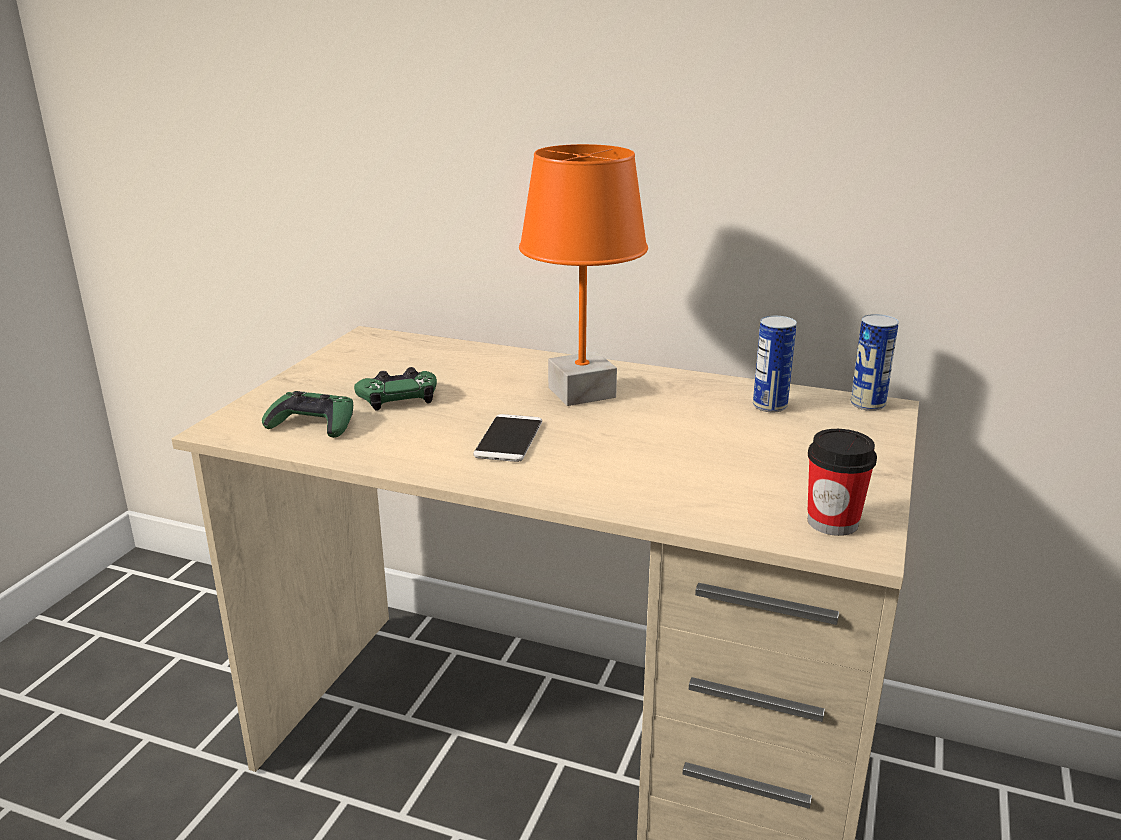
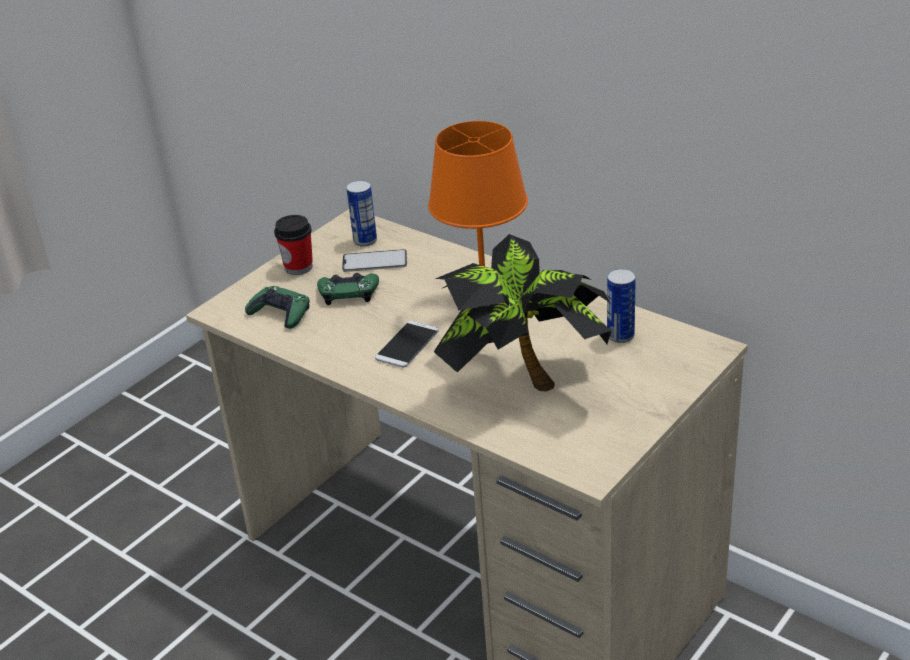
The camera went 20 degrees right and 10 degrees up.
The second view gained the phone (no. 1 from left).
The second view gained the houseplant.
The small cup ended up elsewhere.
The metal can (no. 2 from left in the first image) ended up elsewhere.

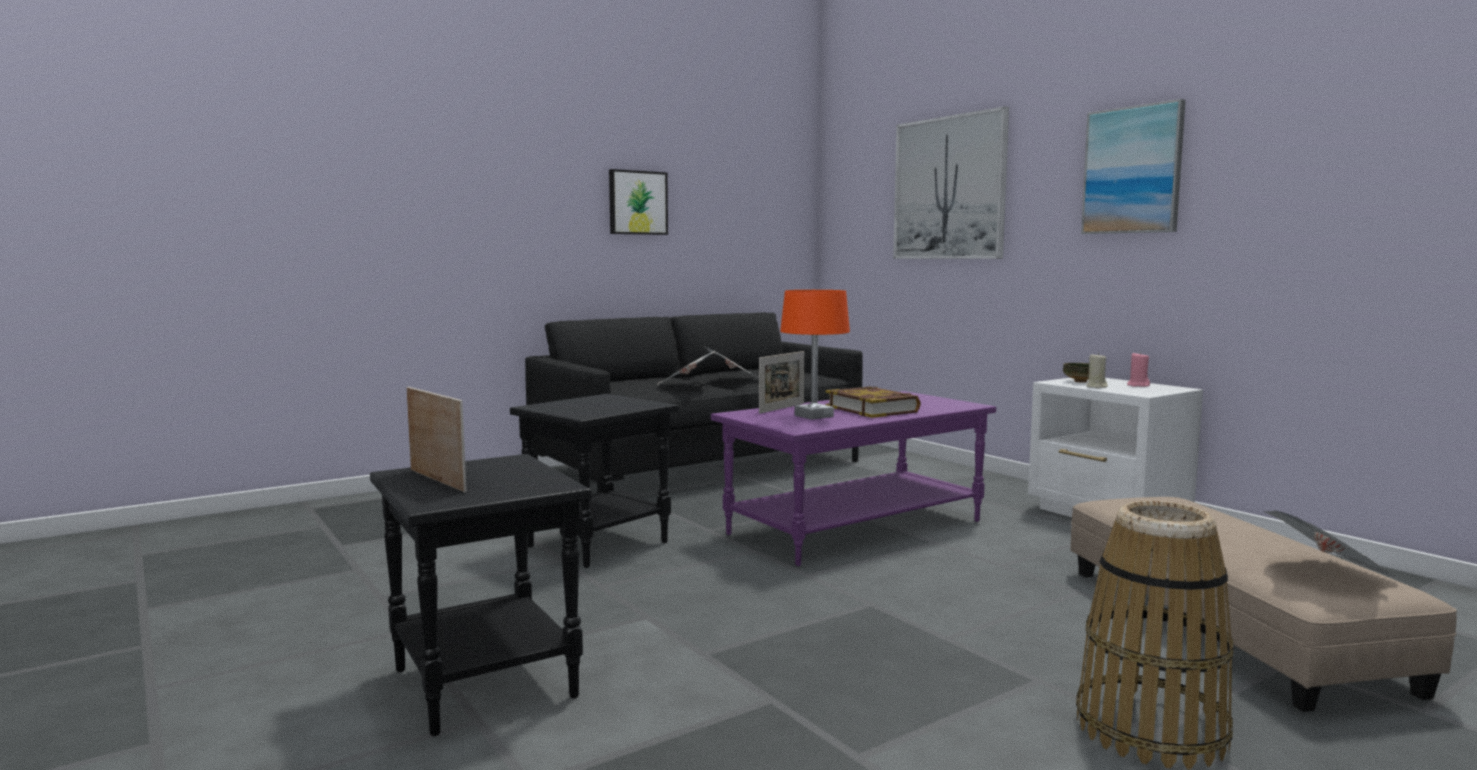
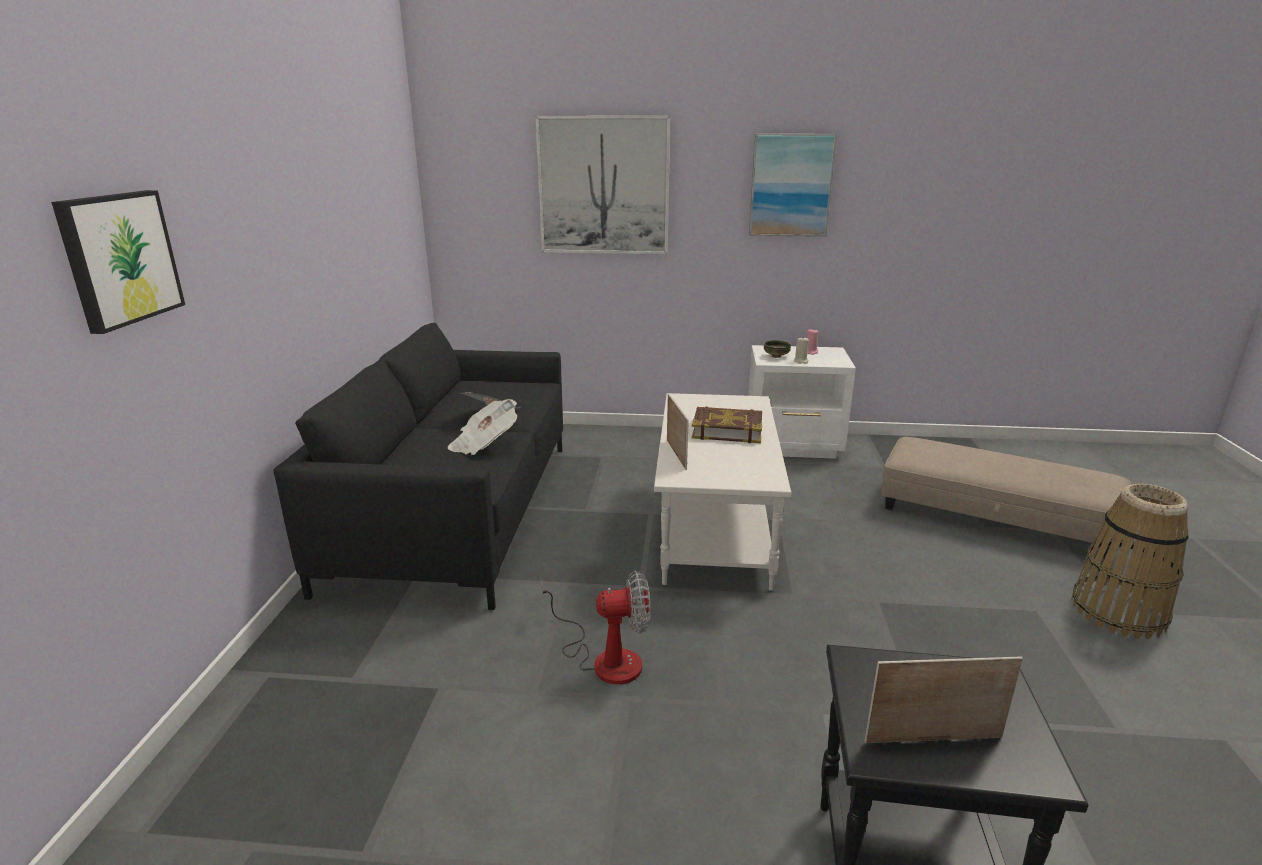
The camera went 50 degrees left and 15 degrees up.
The second view lost the lamp for a table in orange.
The second view lost the printed paper (no. 3 from left).
The wall art (no. 1 from left) ended up elsewhere.
Where the accent table in black-coloured (no. 2 from left) stood, the cooling fan came to stand.
What was the low table in purple turned into the low table in white-coloured.

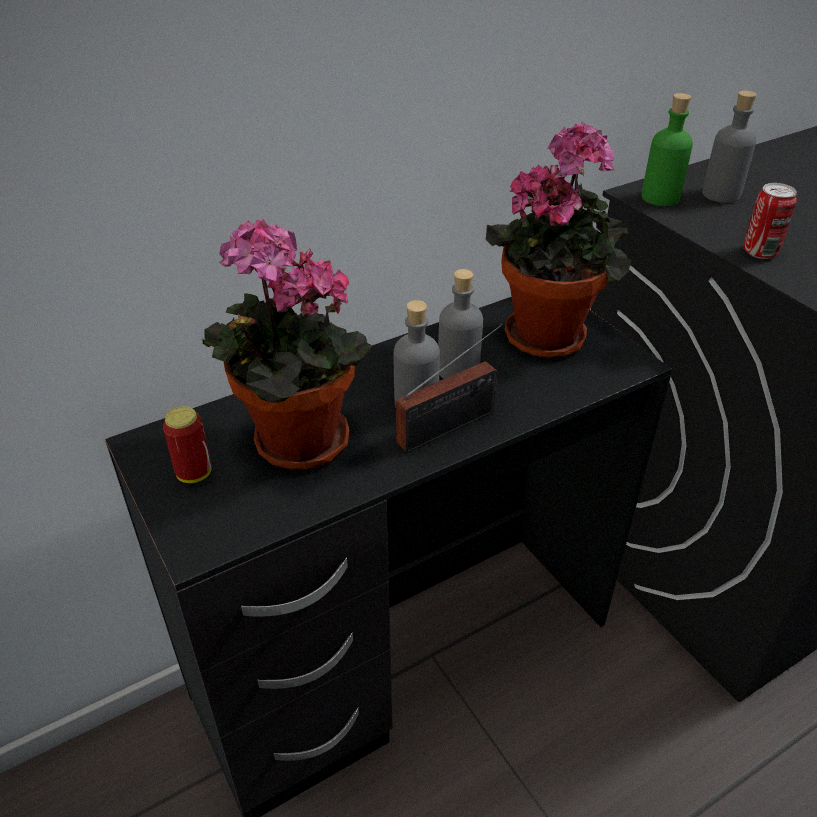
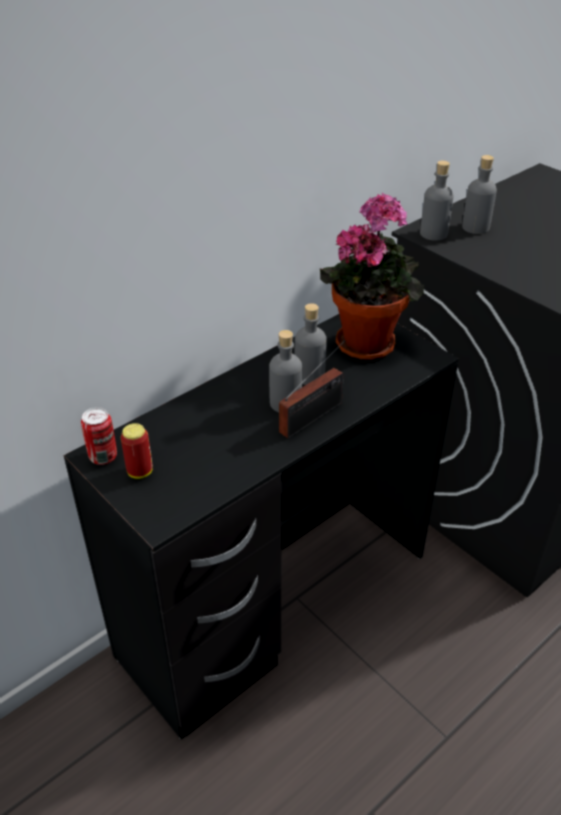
The camera went 10 degrees left and 0 degrees up.
The second view lost the houseplant (no. 1 from left).
The metal can (no. 2 from left in the first image) ended up elsewhere.
What was the beverage bottle in green turned into the beverage bottle in gray (no. 3 from left).

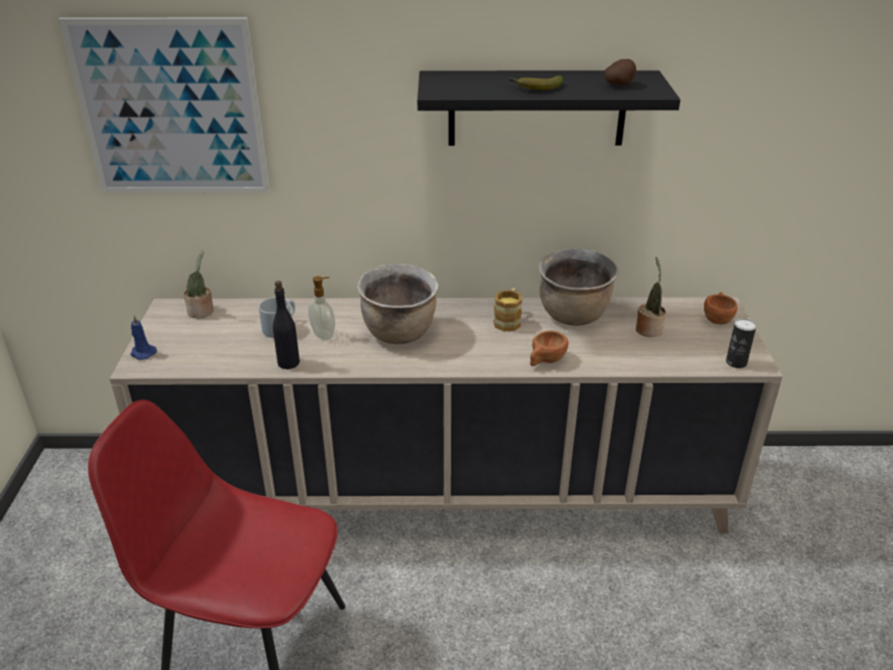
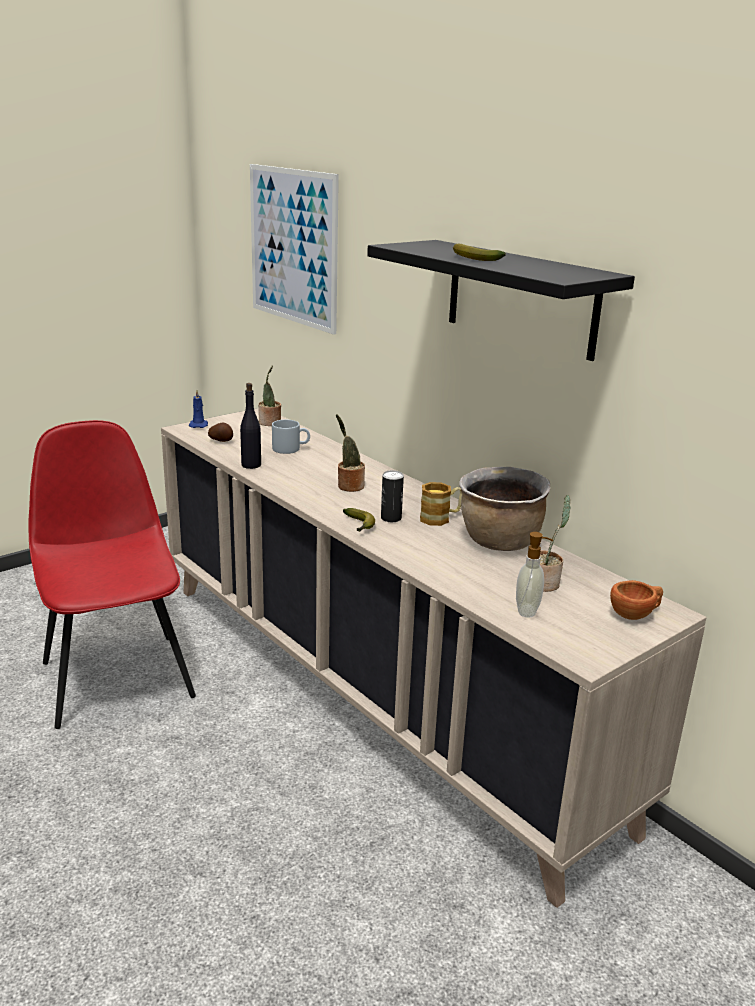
The camera went 50 degrees right and 10 degrees down.
The second view lost the small cup in brown-coloured (no. 1 from left).
The second view gained the banana fruit (no. 1 from left).
The liquid soap bottle ended up elsewhere.
The whole potato ended up elsewhere.
The metal can ended up elsewhere.
Where the stockpot in brown-coloured (no. 1 from left) stood, the houseplant (no. 2 from left) came to stand.

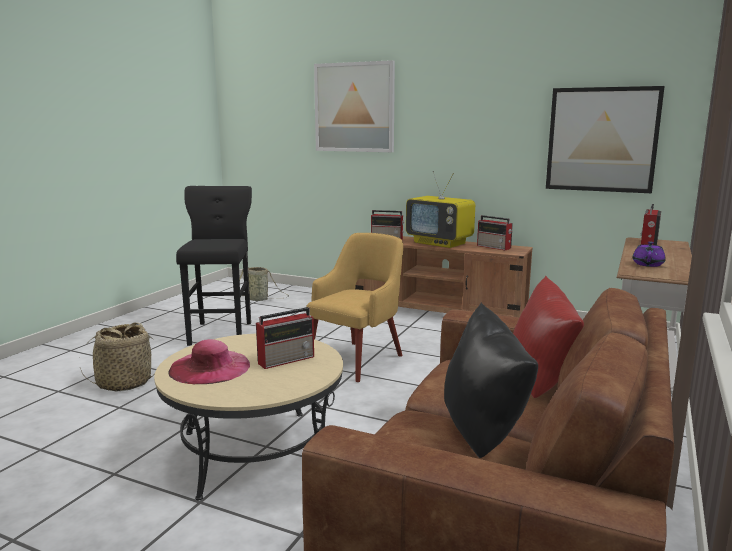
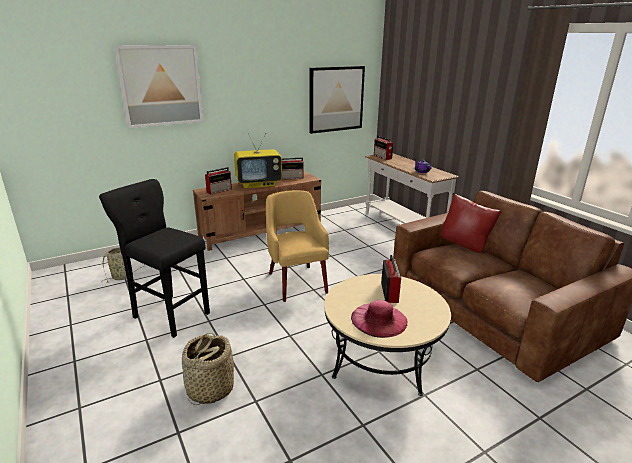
The camera went 55 degrees left and 10 degrees up.
The second view lost the cushion in black-coloured.

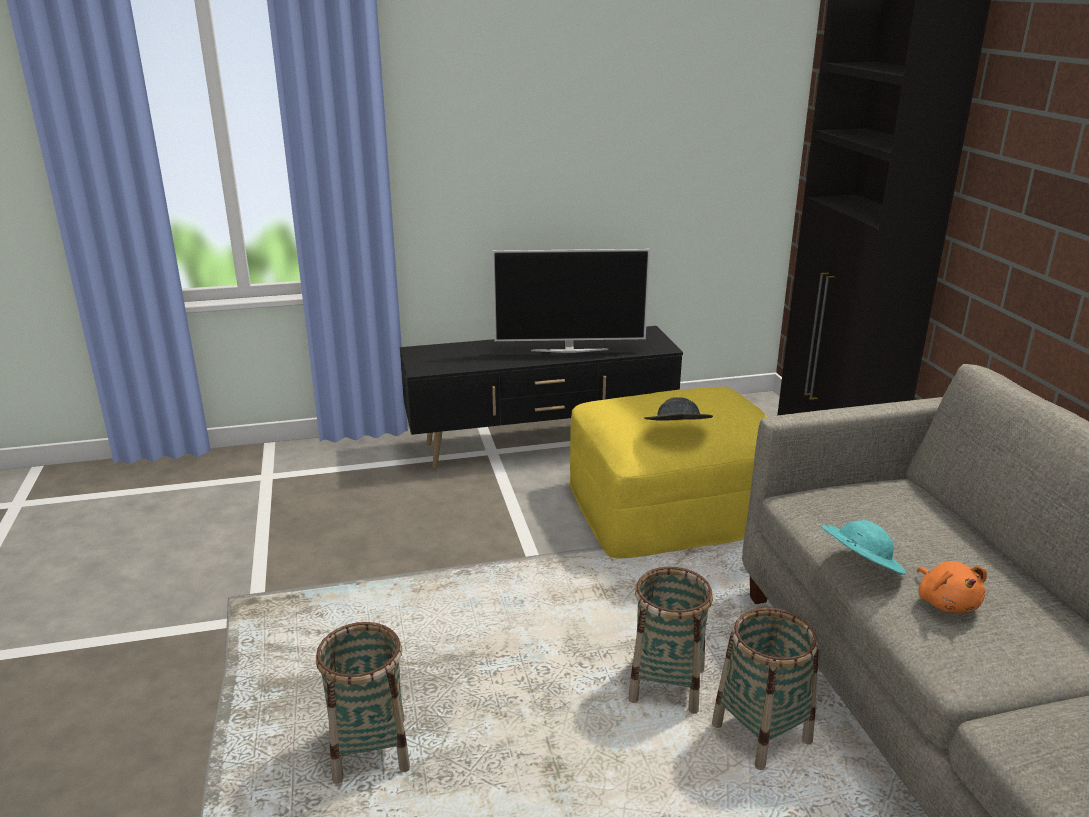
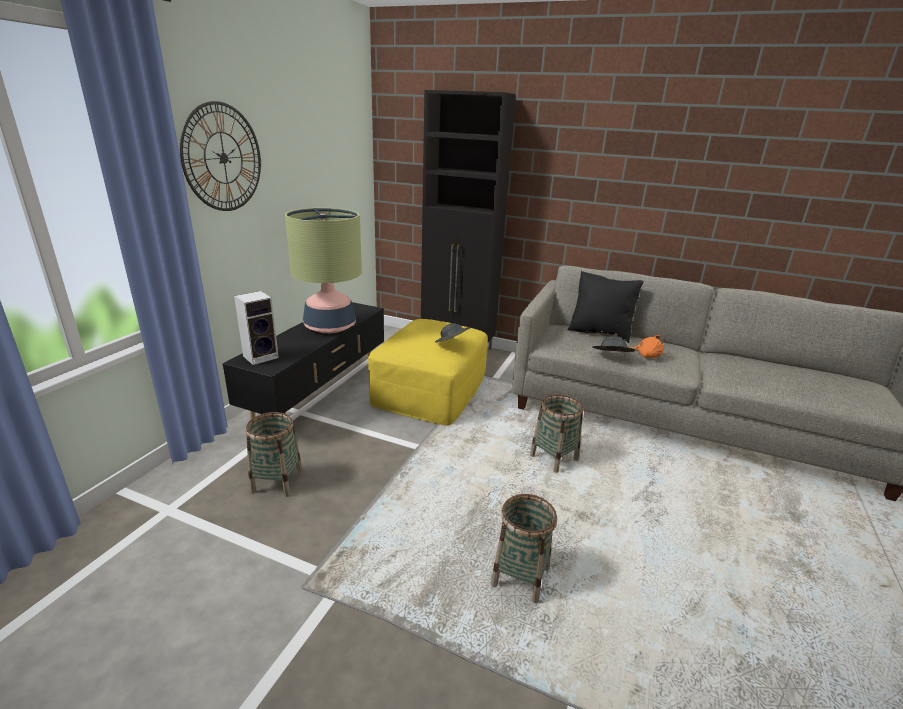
The camera went 55 degrees left and 0 degrees up.
The second view gained the wall clock.
The second view gained the loudspeaker.
The second view gained the cushion in black-coloured.
The household basket (no. 3 from left in the first image) ended up elsewhere.
Where the TV stood, the lamp for a table came to stand.
What was the wearable hat in turquoise-coloured turned into the wearable hat in gray (no. 2 from left).

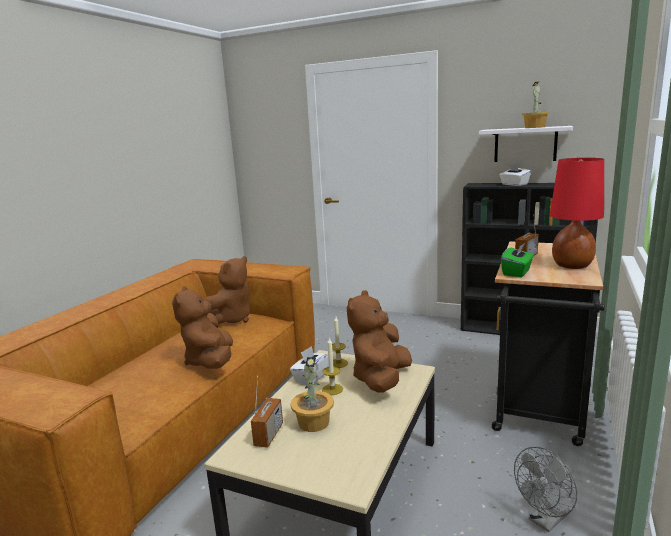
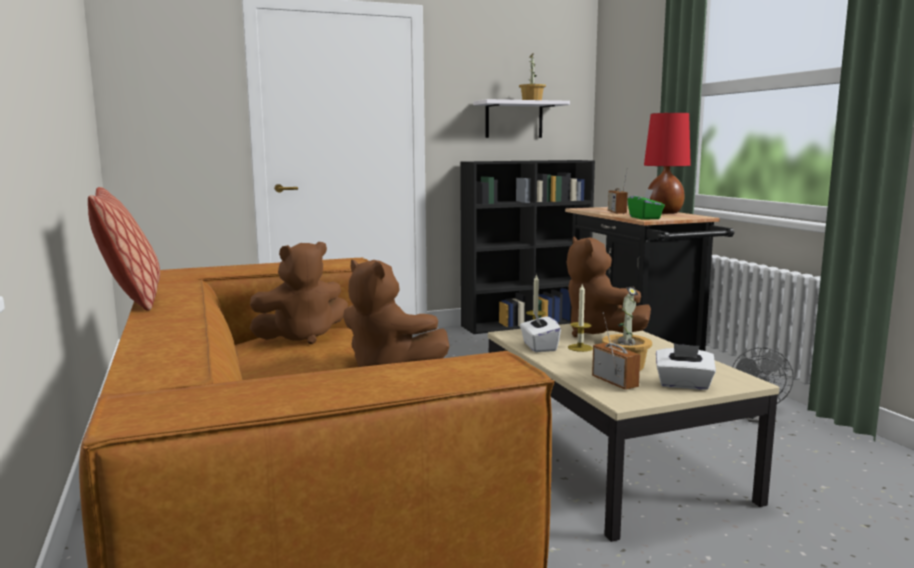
The camera went 45 degrees left and 5 degrees down.
The second view gained the cushion.
The tissue holder in white-coloured (no. 2 from left) ended up elsewhere.
The plush toy in brown-coloured (no. 2 from left in the first image) ended up facing another way, 75 degrees clockwise from before.

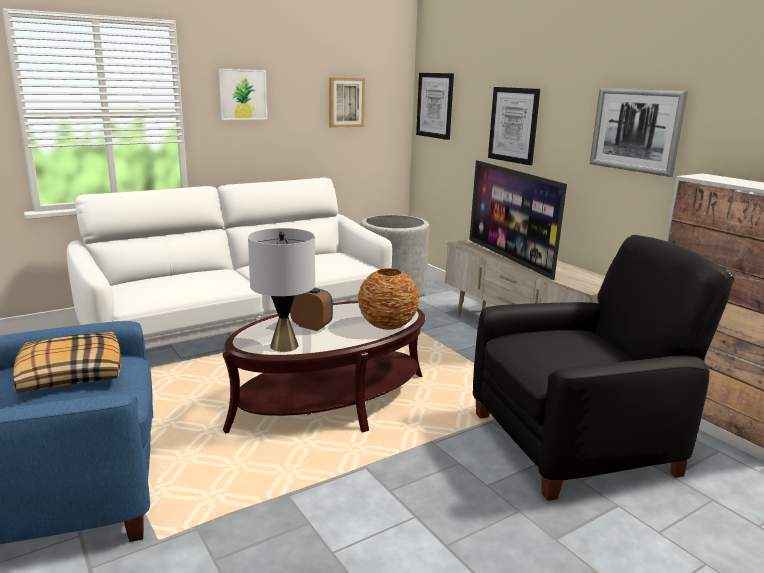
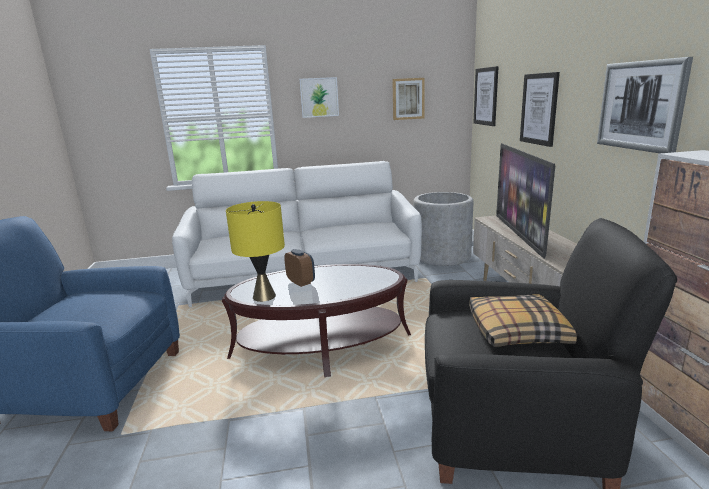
The camera went 25 degrees right and 0 degrees up.
The second view lost the vase.
The cushion ended up elsewhere.
What was the lamp for a table in gray turned into the lamp for a table in yellow-coloured.

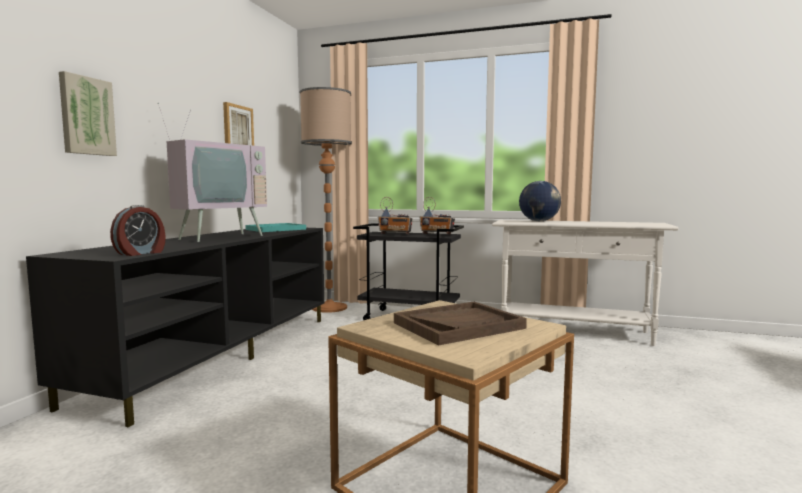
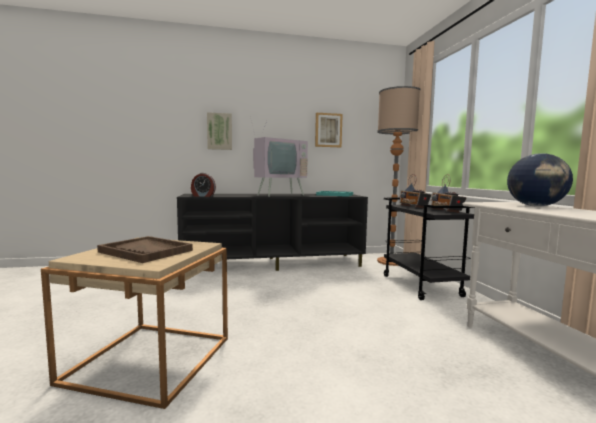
The camera went 60 degrees right and 0 degrees up.
The TV ended up facing another way, 45 degrees counterclockwise from before.

